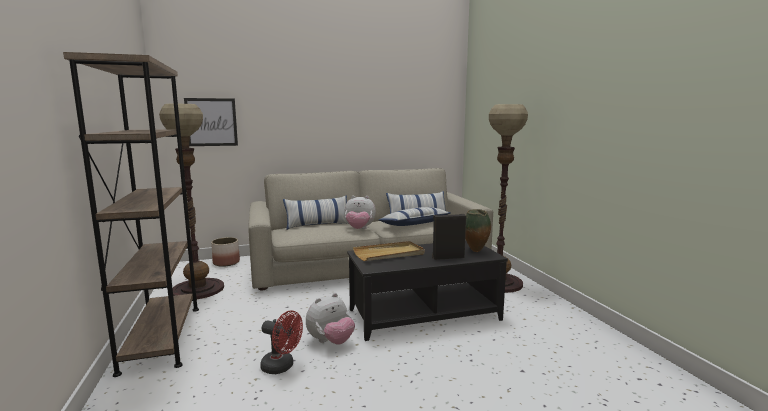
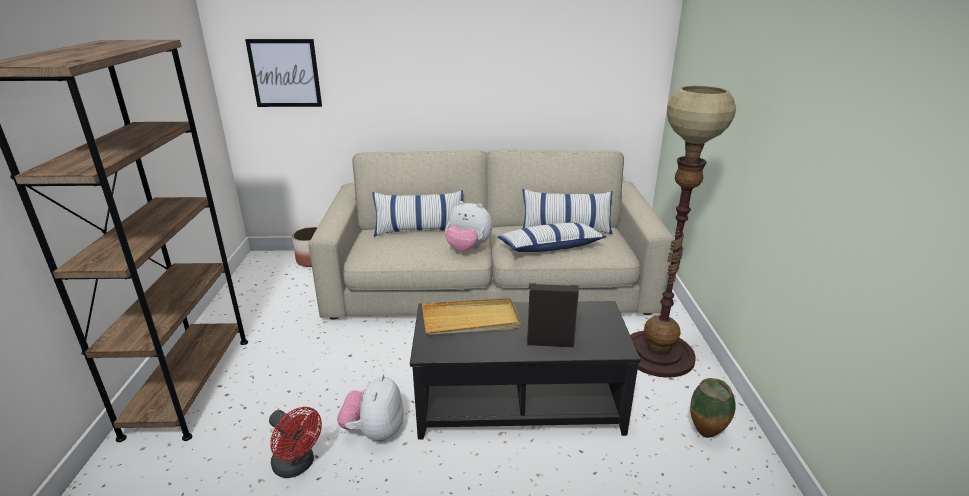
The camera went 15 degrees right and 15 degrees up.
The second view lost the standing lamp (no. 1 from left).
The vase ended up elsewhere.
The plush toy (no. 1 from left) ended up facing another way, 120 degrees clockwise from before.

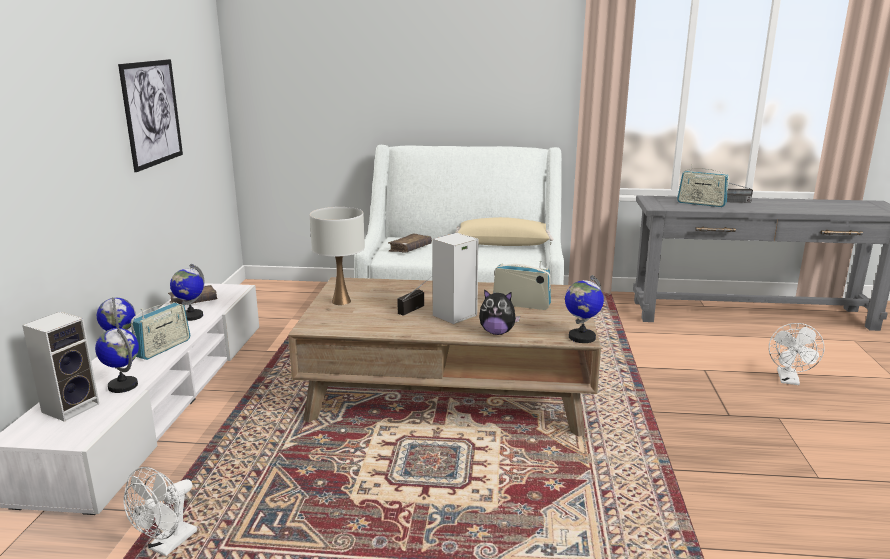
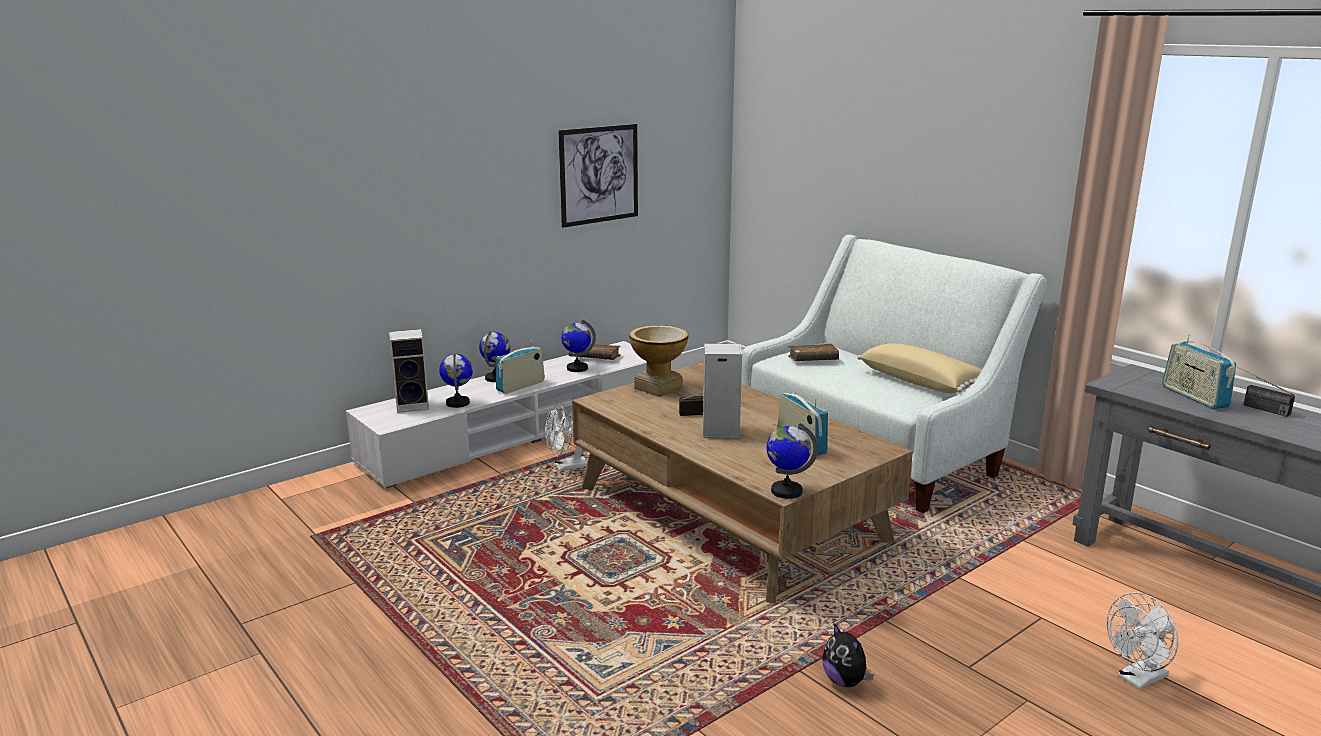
The camera went 45 degrees right and 0 degrees up.
The cooling fan in white-coloured (no. 1 from left) ended up elsewhere.
The plush toy ended up elsewhere.
Where the lamp for a table in white-coloured stood, the vase came to stand.
The radio (no. 1 from left) ended up facing another way, 150 degrees clockwise from before.

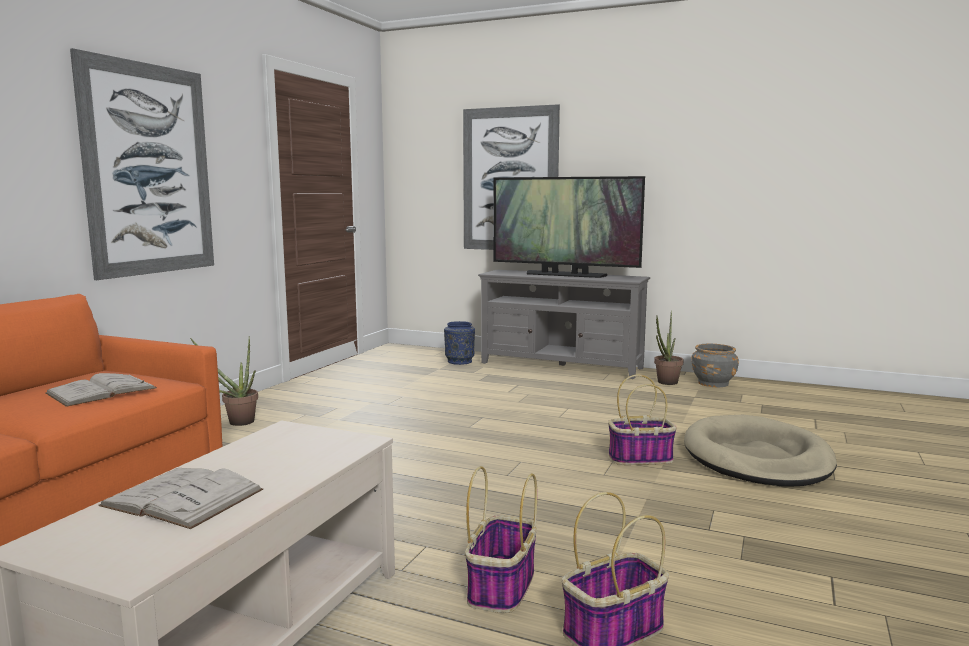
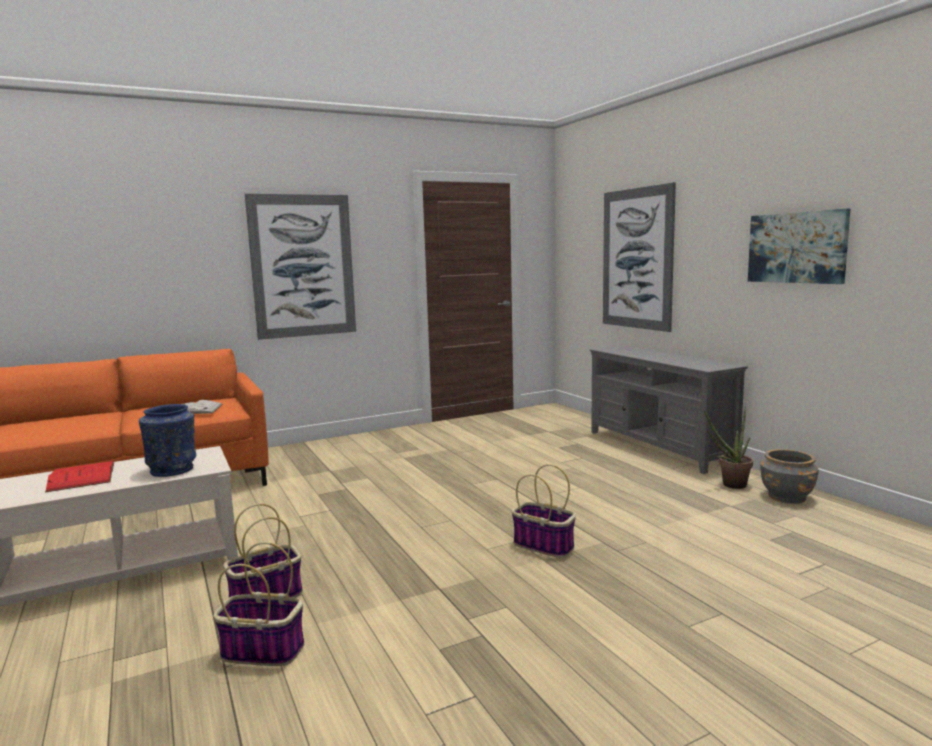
The camera went 40 degrees right and 0 degrees up.
The second view lost the houseplant (no. 1 from left).
The second view lost the TV.
The second view lost the dog bed in beige.
The second view gained the wall art (no. 3 from left).
The vase in bluish ended up elsewhere.
What was the volume in white-coloured (no. 2 from left) turned into the volume in red.

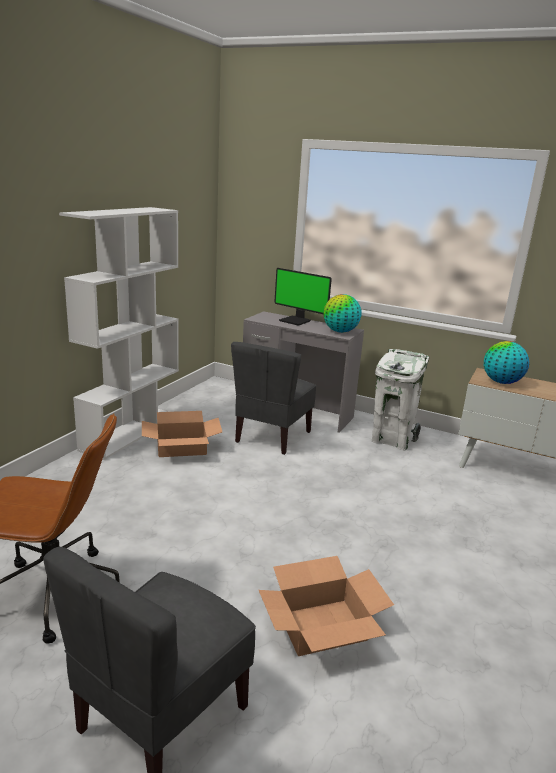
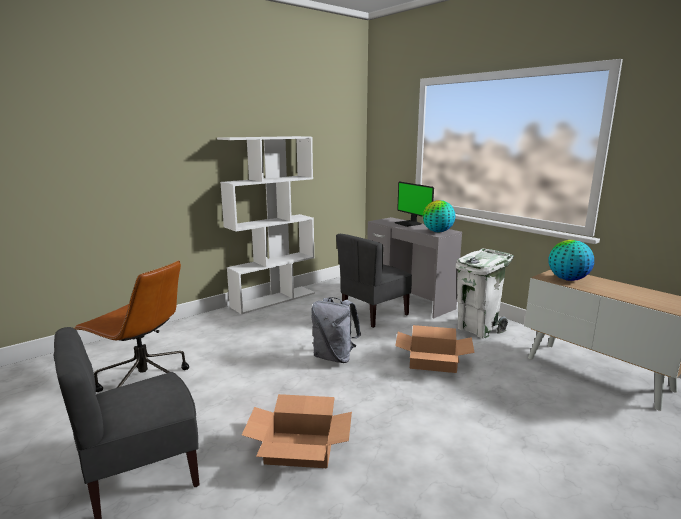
The camera went 25 degrees right and 5 degrees down.
The second view gained the rucksack in gray.
The cardboard box (no. 1 from left in the first image) ended up elsewhere.

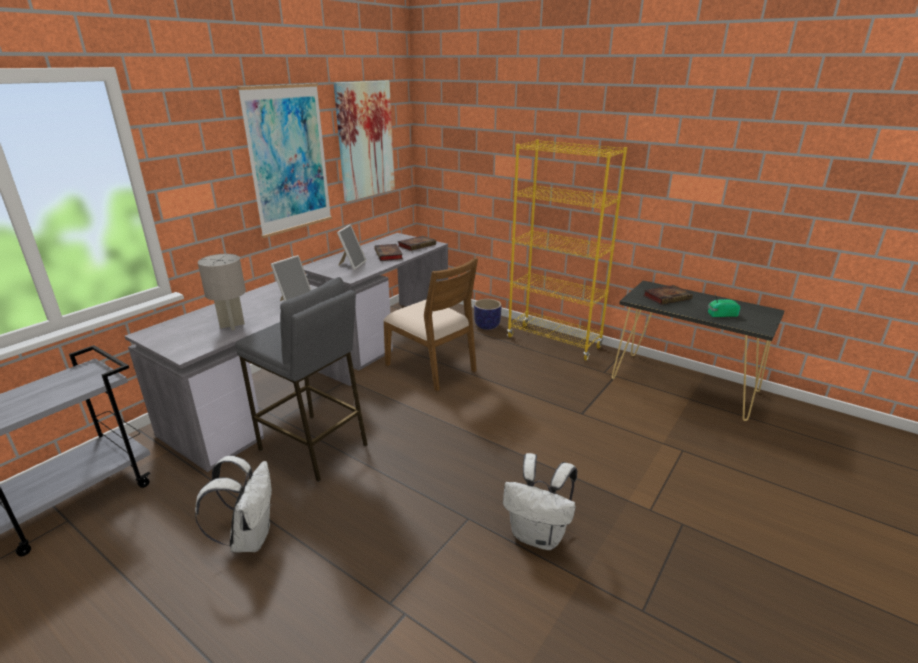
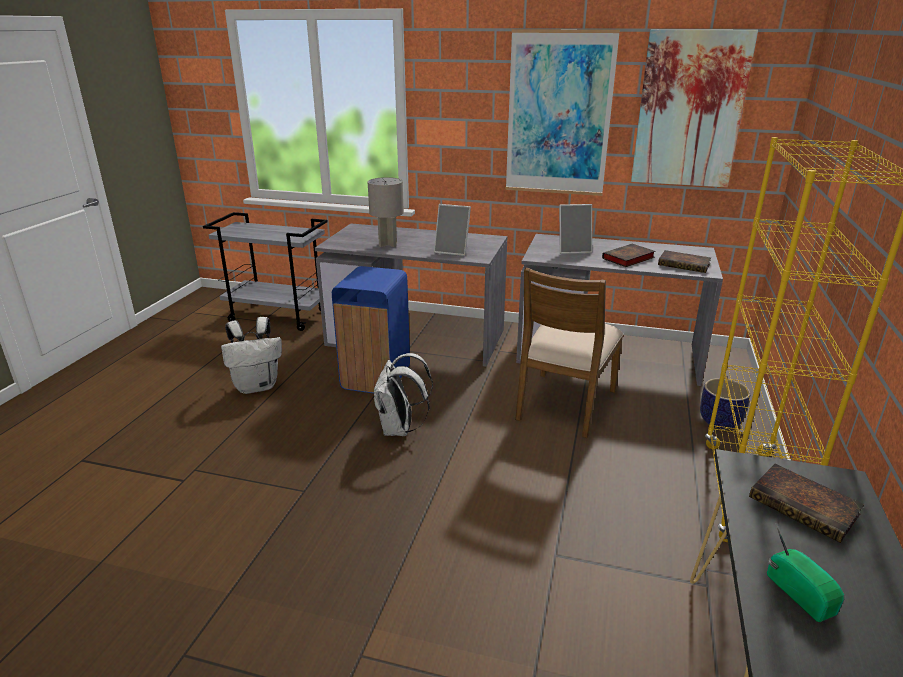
The camera went 70 degrees right and 0 degrees up.
The rucksack in white-coloured (no. 2 from left) ended up elsewhere.
Where the sitting stool in gray stood, the rubbish bin in bluish came to stand.

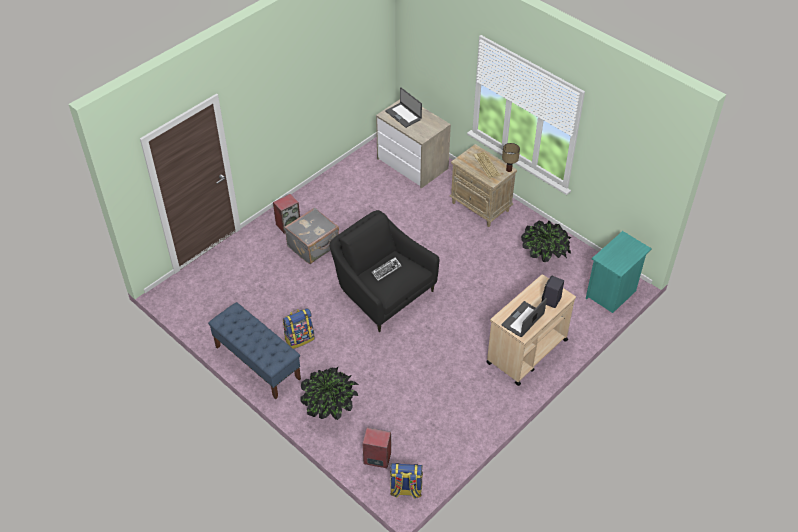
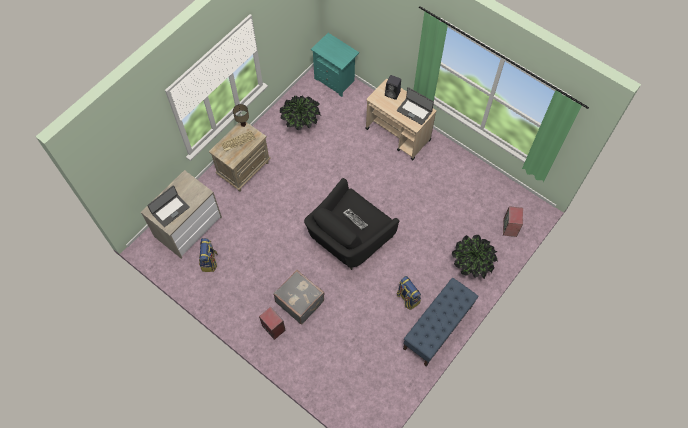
The camera went 95 degrees left and 15 degrees up.
The rucksack (no. 2 from left in the first image) ended up elsewhere.

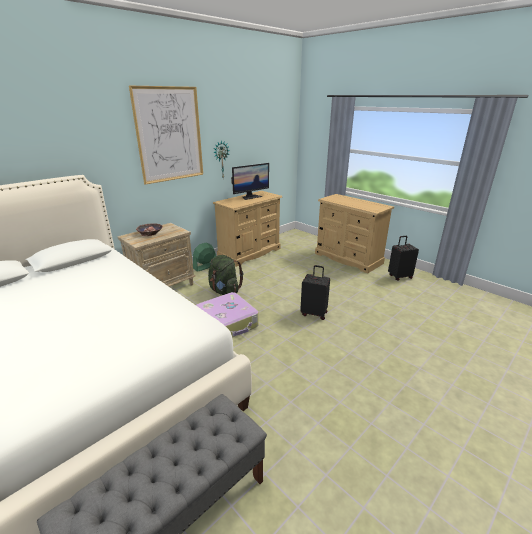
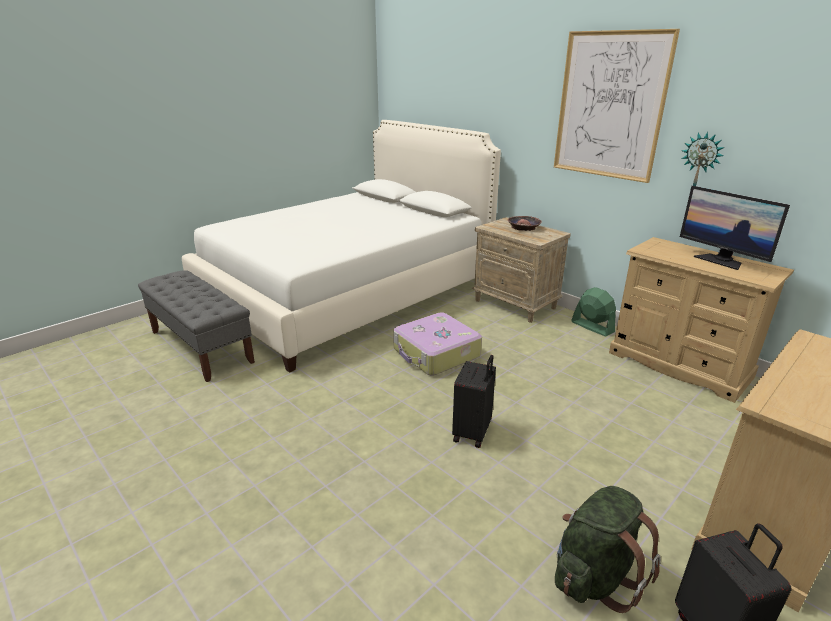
The camera went 90 degrees right and 0 degrees up.
The rucksack in green ended up elsewhere.

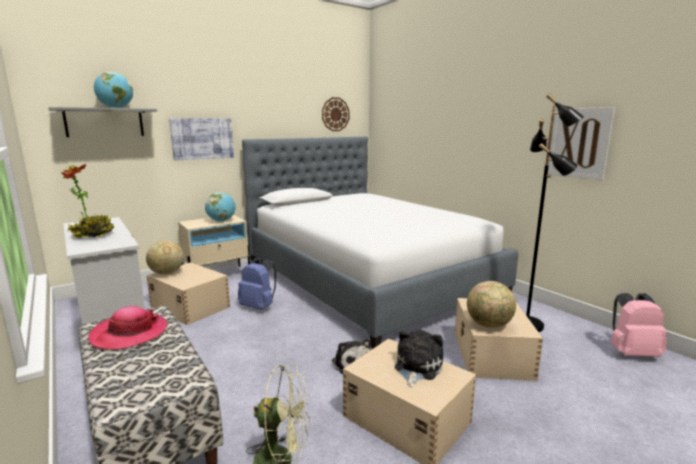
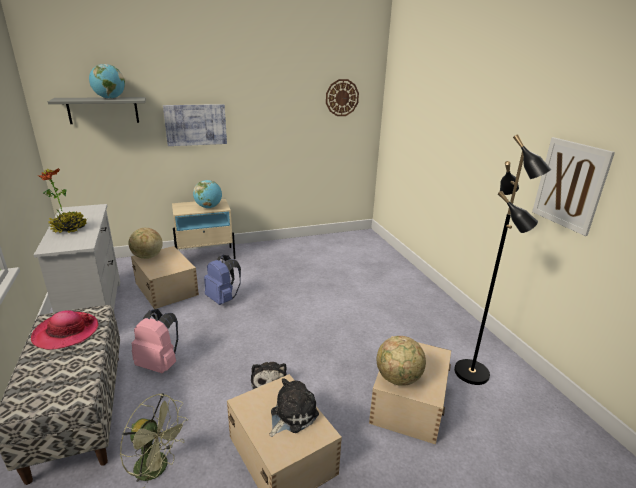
The camera went 15 degrees right and 10 degrees up.
The second view lost the bedroom bed.
The rucksack in pink-coloured ended up elsewhere.

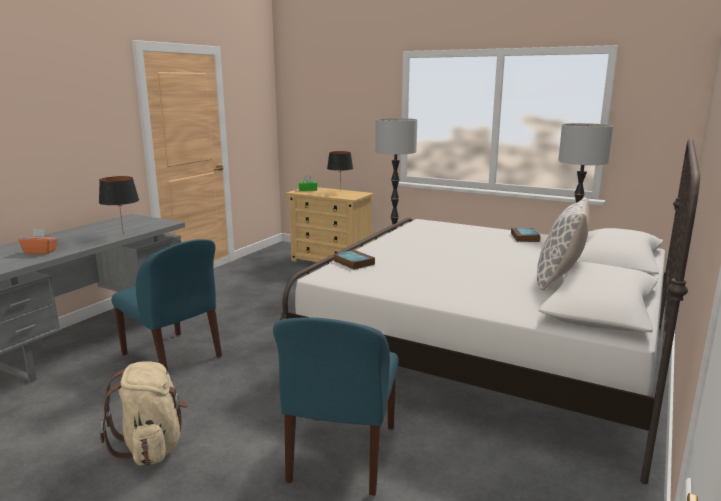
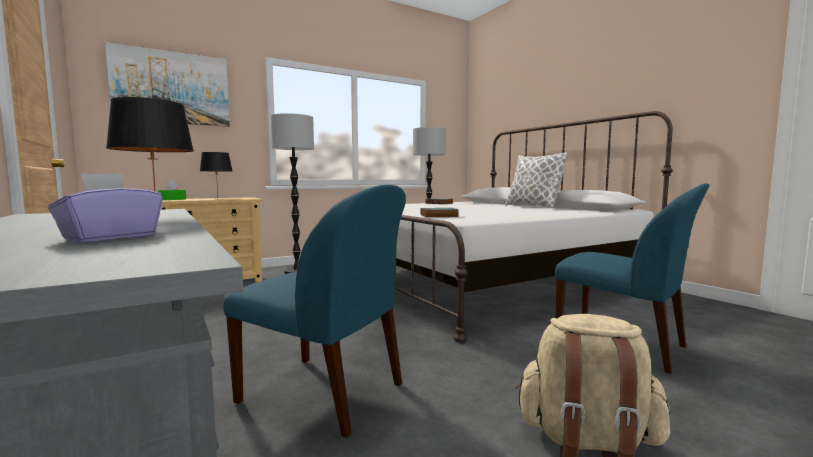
The camera went 60 degrees left and 10 degrees down.
The second view gained the wall art.
What was the tissue holder in orange turned into the tissue holder in purple.
The chair in bluish (no. 1 from left) ended up facing another way, 45 degrees clockwise from before.

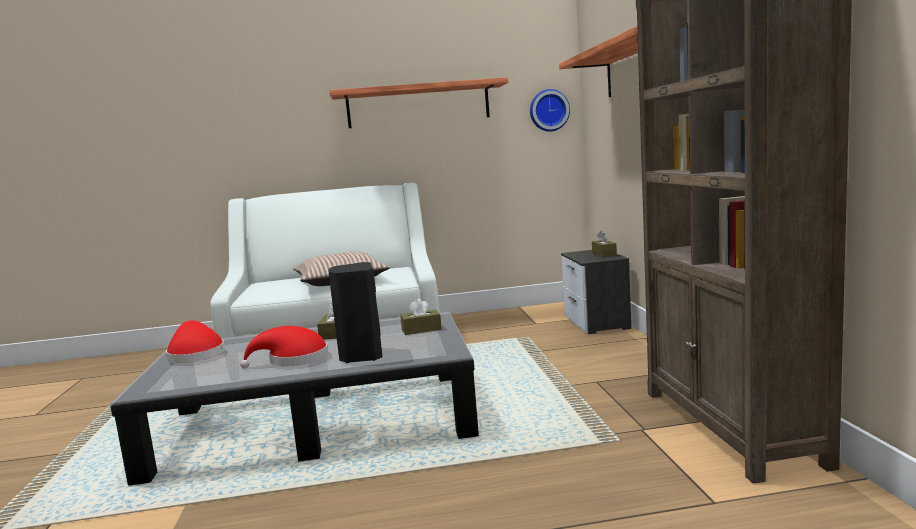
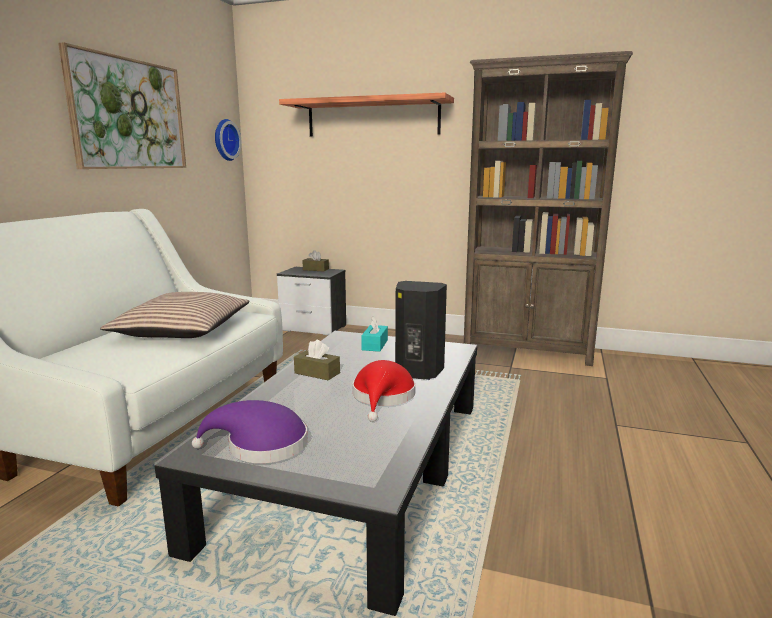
The camera went 65 degrees left and 5 degrees up.
Where the bracket shelf (no. 1 from left) hung, the wall art came to hang.
What was the wearable hat in red (no. 1 from left) turned into the wearable hat in purple.
What was the tissue holder in brown-coloured (no. 2 from left) turned into the tissue holder in turquoise-coloured.

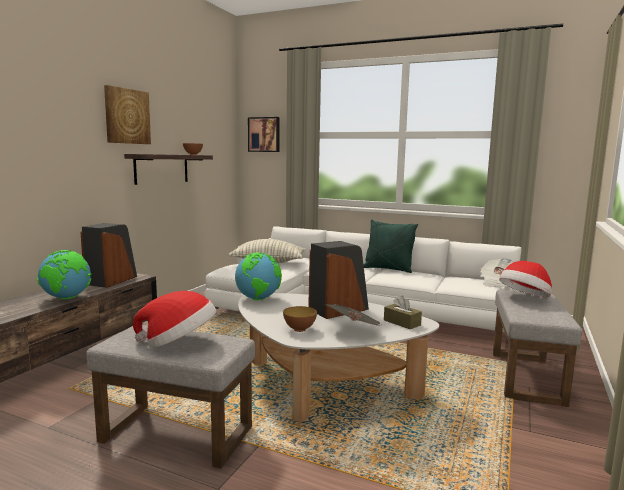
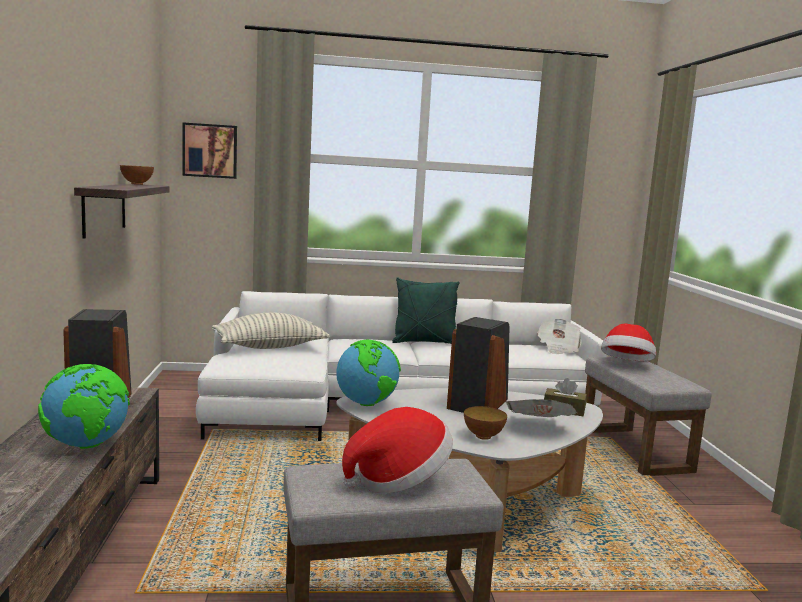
The camera went 30 degrees left and 0 degrees up.
The second view lost the wall art (no. 1 from left).

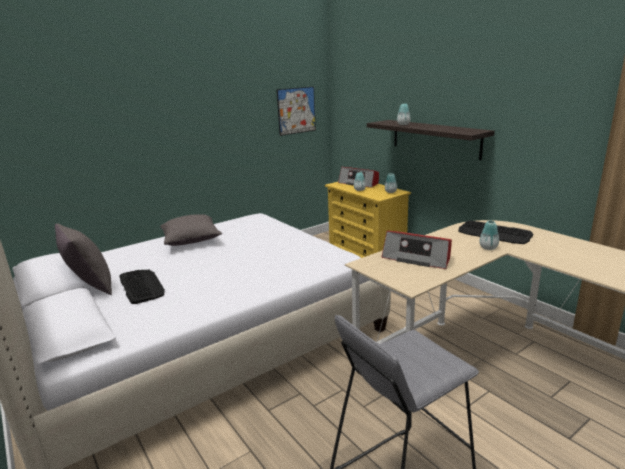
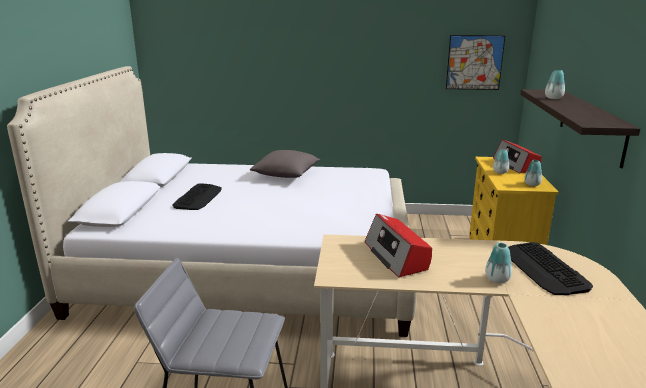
The camera went 40 degrees right and 0 degrees up.
The second view lost the cushion in gray (no. 1 from left).

